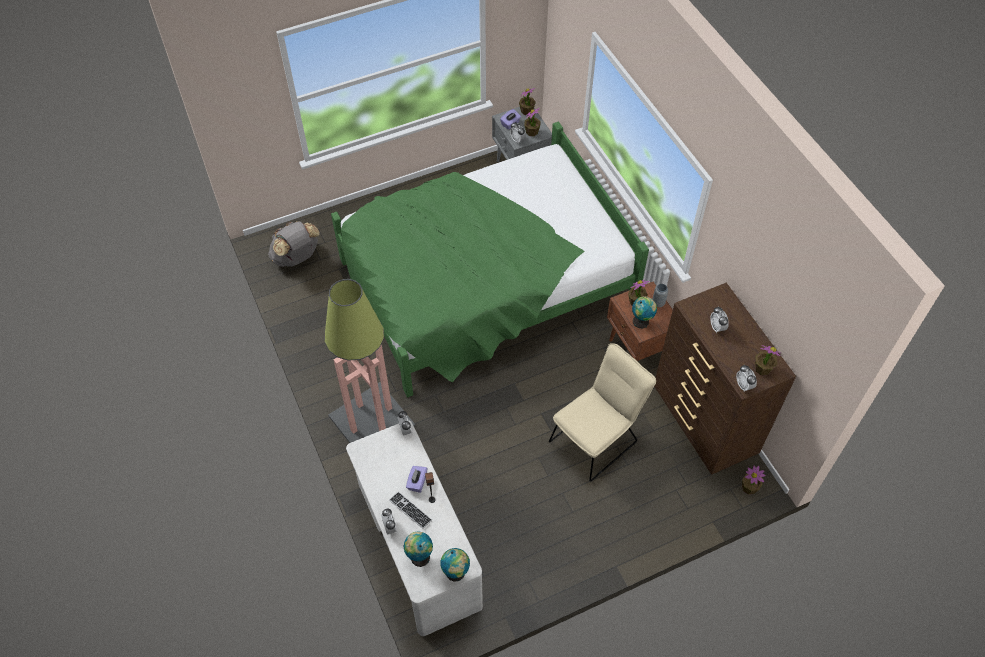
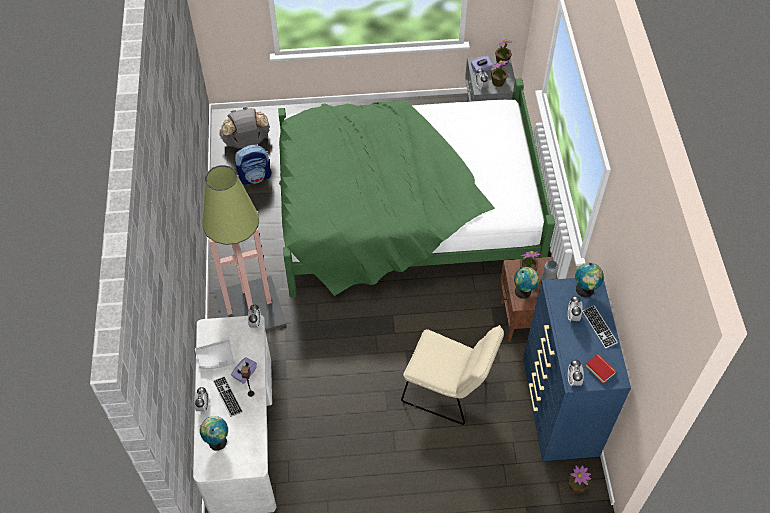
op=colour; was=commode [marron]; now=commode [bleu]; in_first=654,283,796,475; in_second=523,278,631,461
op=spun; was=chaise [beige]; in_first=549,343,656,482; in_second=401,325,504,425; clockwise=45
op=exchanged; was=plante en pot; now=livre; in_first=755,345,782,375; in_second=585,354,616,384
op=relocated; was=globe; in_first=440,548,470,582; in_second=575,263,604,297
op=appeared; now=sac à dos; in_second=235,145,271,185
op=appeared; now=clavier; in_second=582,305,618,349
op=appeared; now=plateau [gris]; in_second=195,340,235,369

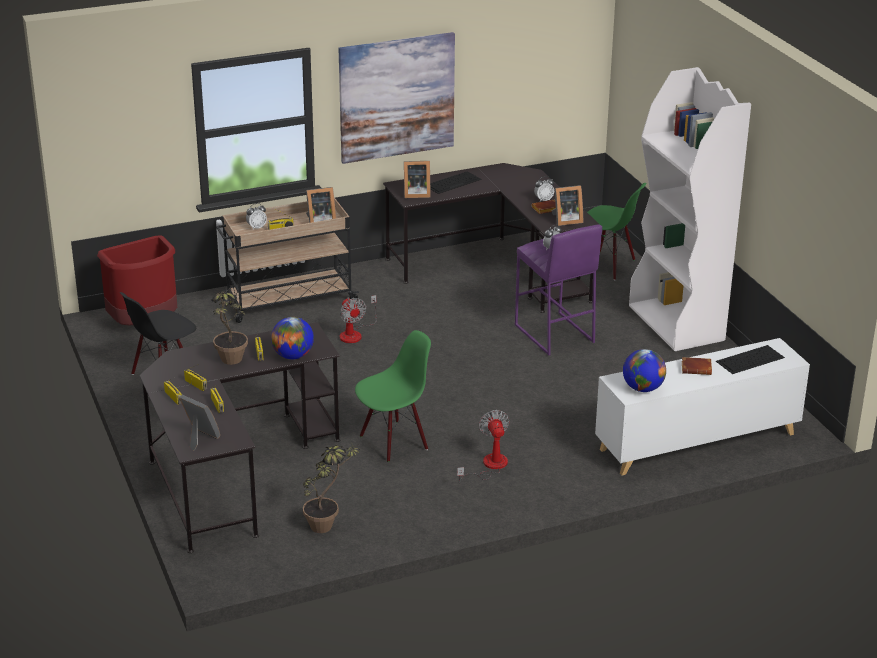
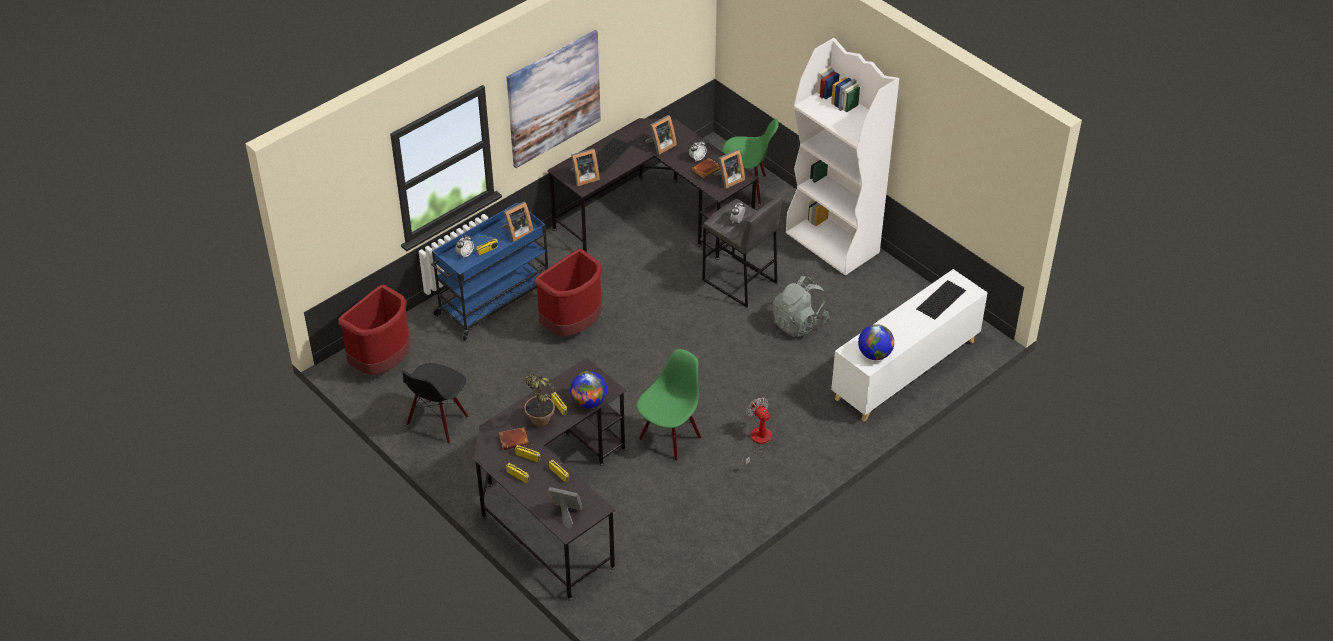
op=colour; was=chariot [beige]; now=chariot [bleu]; in_first=216,198,360,323; in_second=431,202,548,341
op=colour; was=tabouret [violet]; now=tabouret [gris]; in_first=515,224,602,355; in_second=702,196,782,307
op=exchanged; was=ventilateur; now=poubelle [rouge]; in_first=340,295,377,343; in_second=535,249,602,336
op=relocated; was=livre [marron]; in_first=682,357,712,375; in_second=499,428,529,450
op=missing; was=plante en pot; in_first=303,442,359,533
op=appeared; now=cadre photo; in_second=646,115,677,155
op=appeared; now=sac à dos [gris]; in_second=773,276,829,337

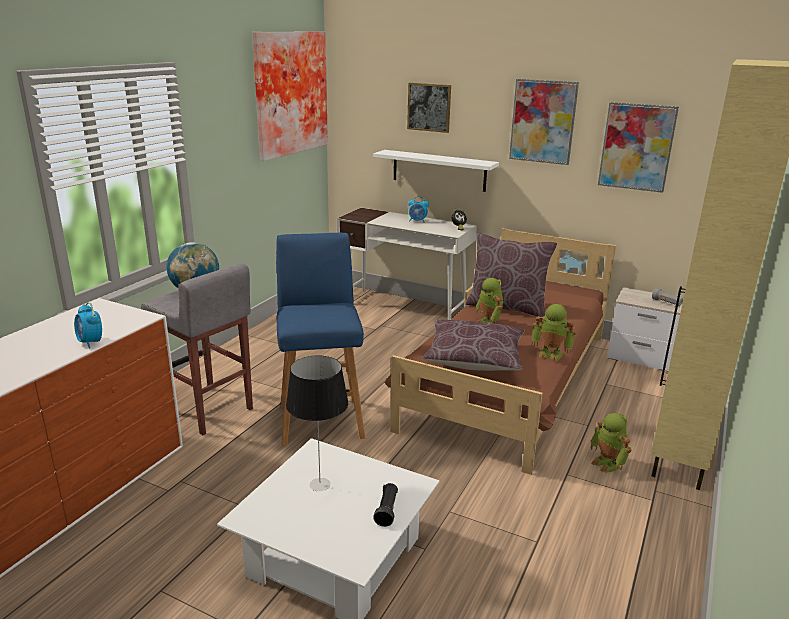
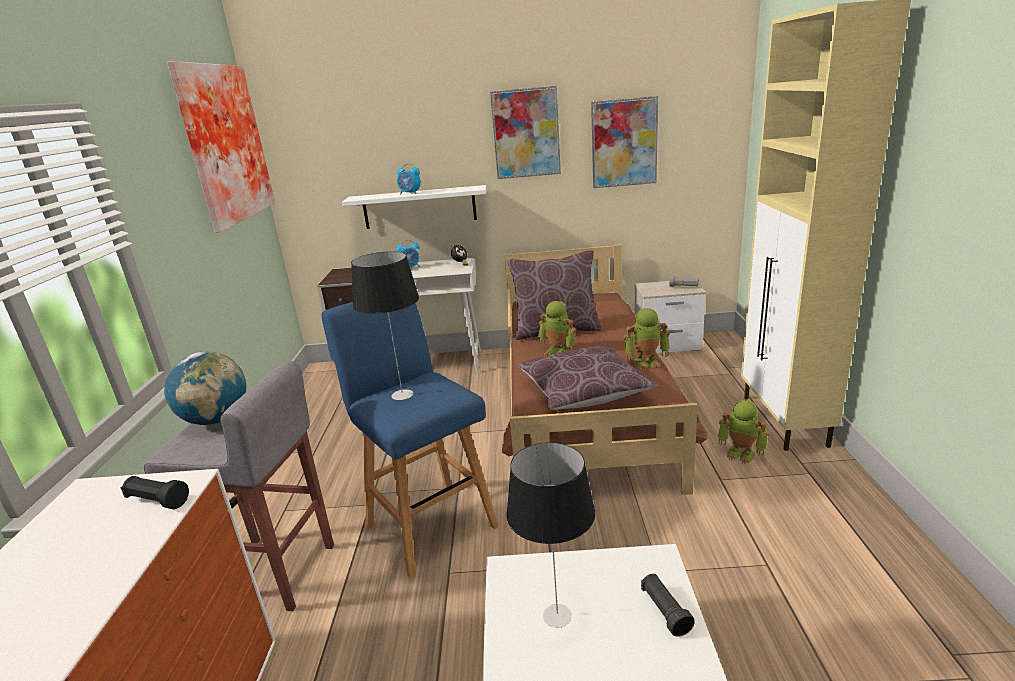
op=missing; was=tableau; in_first=407,83,451,133
op=relocated; was=réveil; in_first=74,302,102,349; in_second=397,163,421,195
op=appeared; now=lampe de table; in_second=351,251,419,400
op=appeared; now=lampe de poche [noir]; in_second=120,476,189,509

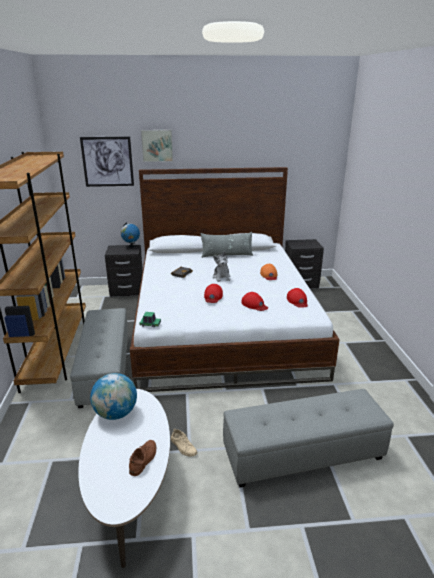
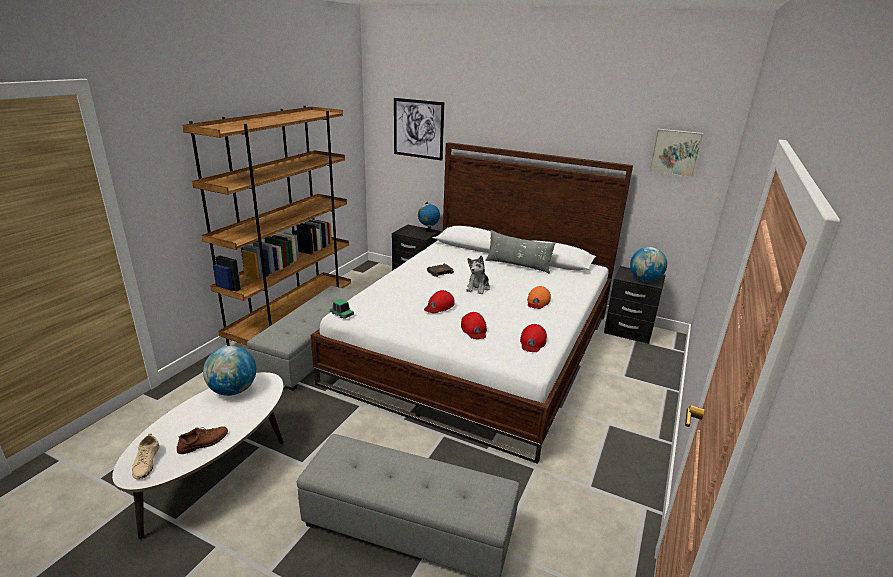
op=relocated; was=tableau; in_first=141,130,173,162; in_second=649,129,704,177
op=relocated; was=chaussure [beige]; in_first=171,428,197,457; in_second=132,433,159,479
op=appeared; now=globe; in_second=630,247,667,282

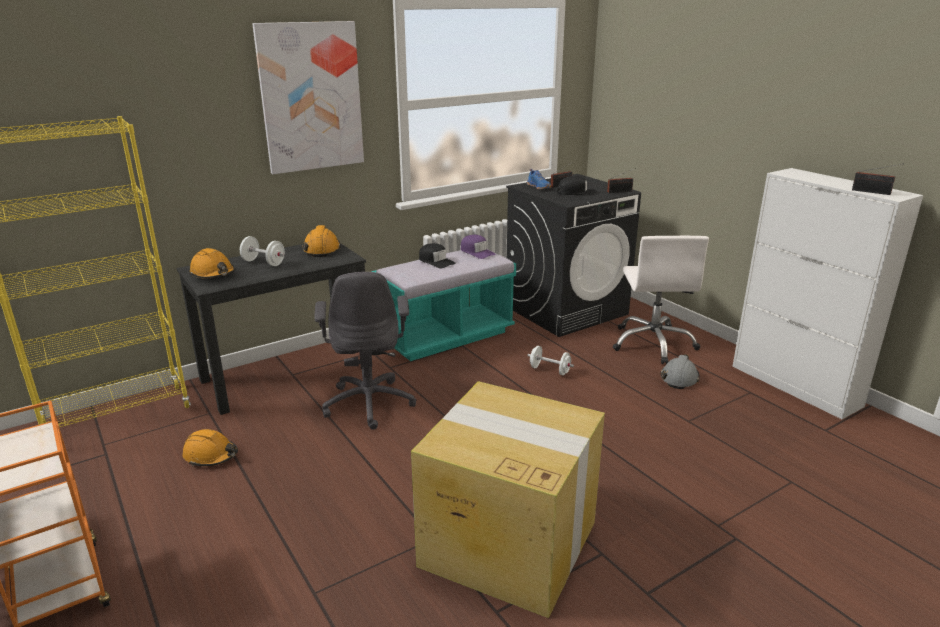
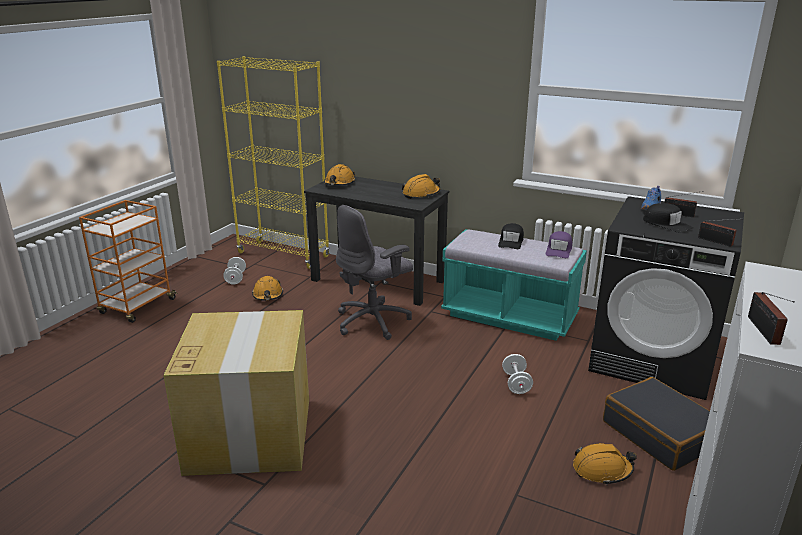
op=missing; was=tableau; in_first=252,21,364,174
op=relocated; was=haltère [blanc]; in_first=240,236,285,266; in_second=223,257,246,285
op=exchanged; was=chaise de bureau [blanc]; now=valise [noir]; in_first=613,236,709,364; in_second=603,377,710,471
op=colour; was=casque de chantier [gris]; now=casque de chantier [orange]; in_first=660,354,700,389; in_second=573,443,637,485

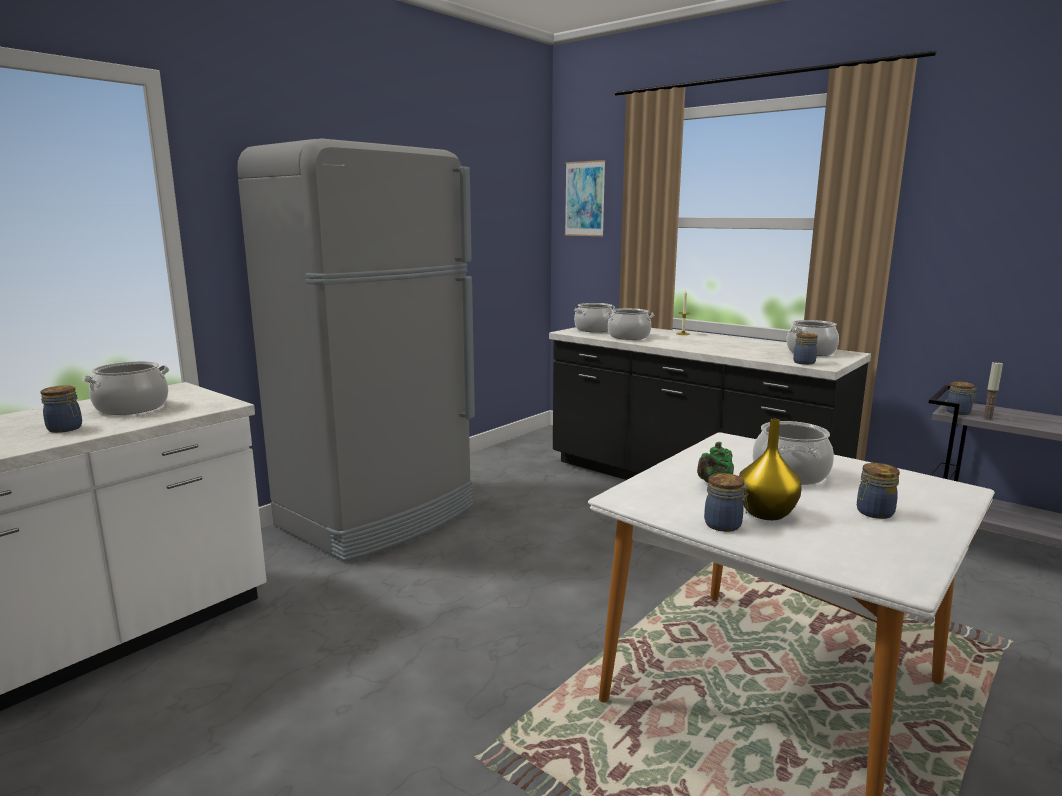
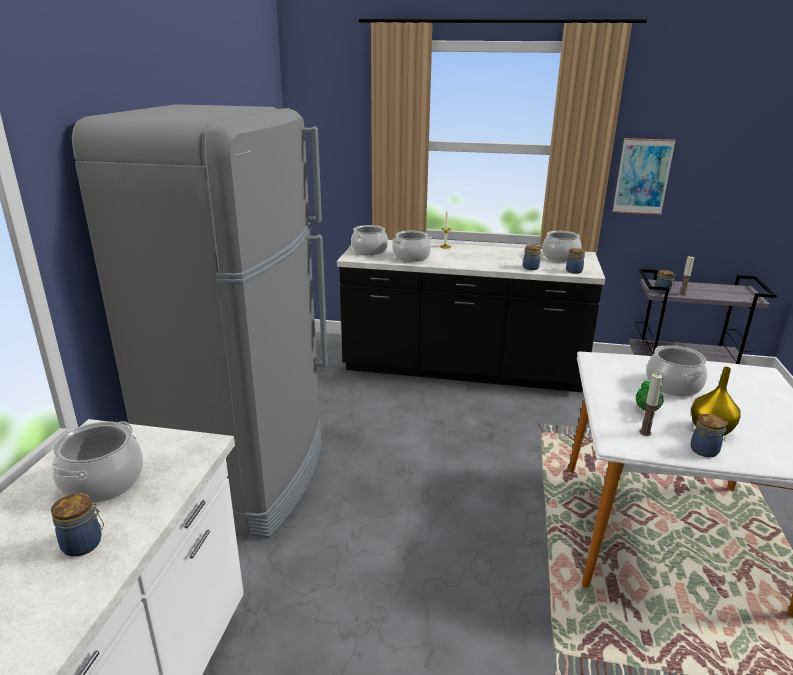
op=relocated; was=tableau; in_first=565,160,606,236; in_second=612,138,676,215
op=relocated; was=bocal; in_first=857,463,900,519; in_second=523,245,541,270
op=appeared; now=bougie; in_second=639,373,663,436

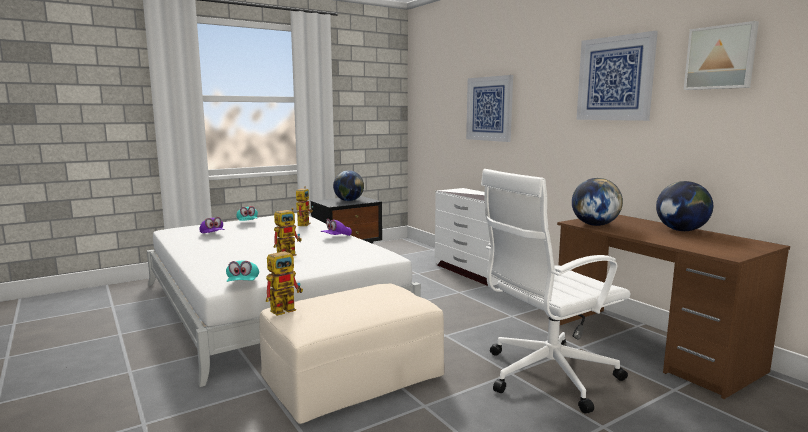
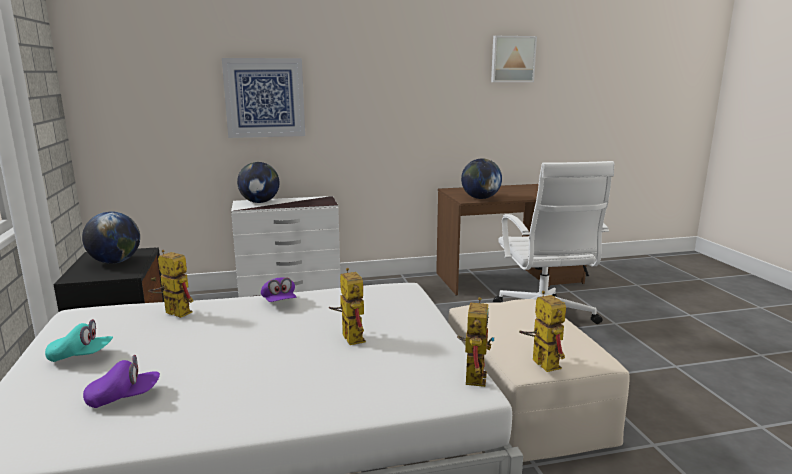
op=missing; was=tableau; in_first=576,31,658,121
op=relocated; was=globe; in_first=656,181,713,231; in_second=237,162,279,203
op=exchanged; was=casquette [turquoise]; now=robot jouet; in_first=226,261,259,282; in_second=457,297,494,387

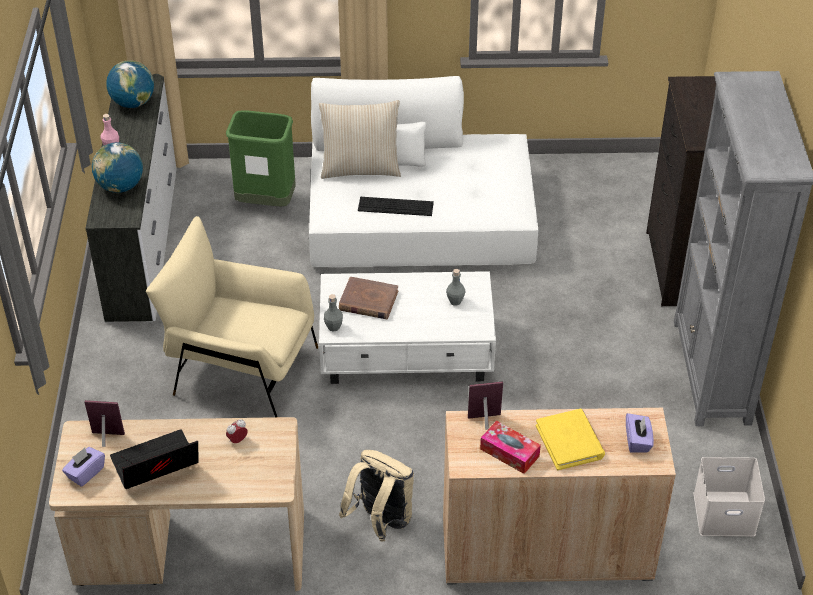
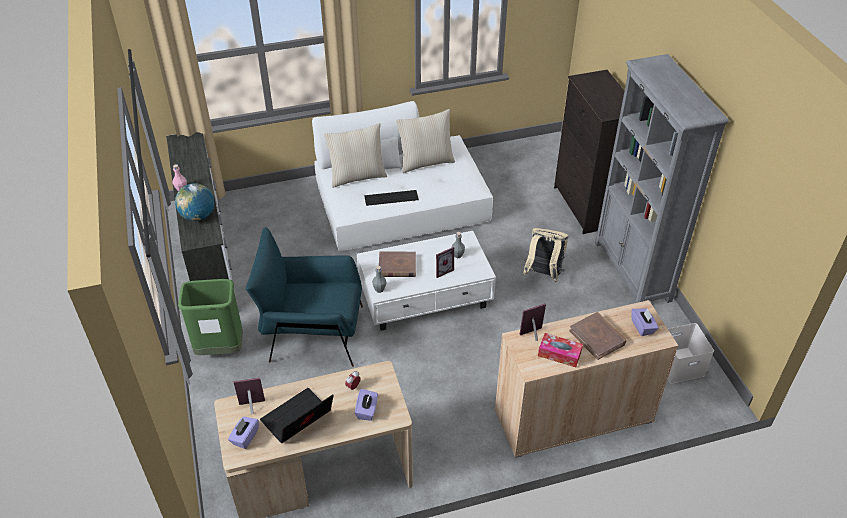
op=missing; was=globe; in_first=106,60,154,108
op=relocated; was=poubelle [vert]; in_first=226,110,296,206; in_second=178,279,243,355
op=colour; was=fauteuil [beige]; now=fauteuil [bleu]; in_first=146,216,318,417; in_second=246,227,363,367
op=colour; was=livre [jaune]; now=livre [marron]; in_first=536,409,605,470; in_second=569,312,626,360
op=relocated; was=sac à dos [beige]; in_first=339,450,414,541; in_second=523,228,568,282
op=appeared; now=coussin [beige]; in_second=396,109,455,173
op=appeared; now=cadre photo; in_second=436,247,454,278
op=appeared; now=boîte à mouchoirs [violet]; in_second=355,389,378,421

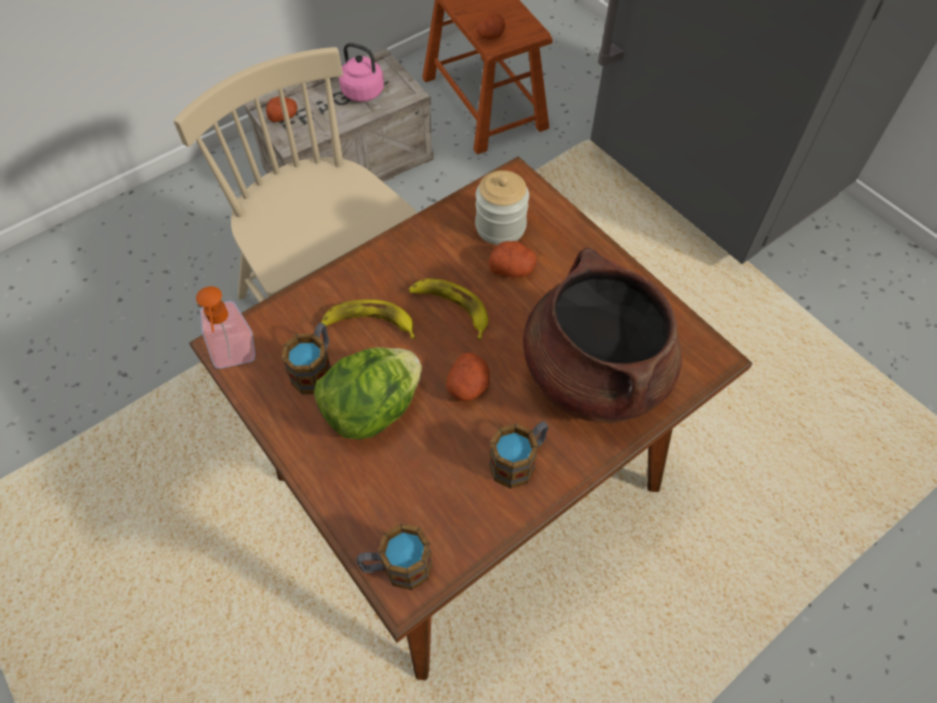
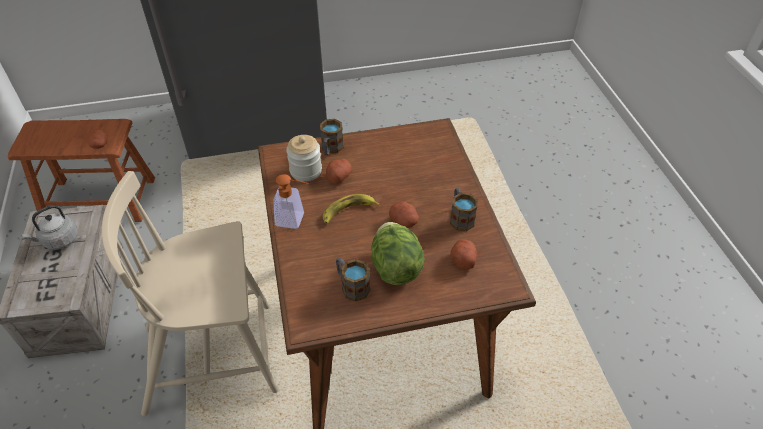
op=colour; was=bouilloire [rose]; now=bouilloire [gris]; in_first=339,43,384,102; in_second=22,205,78,250
op=relocated; was=pomme de terre; in_first=266,96,297,122; in_second=450,239,477,270
op=missing; was=marmite [marron]; in_first=523,247,682,423
op=relocated; was=distributeur de savon; in_first=196,286,255,369; in_second=273,174,308,229
op=missing; was=banane; in_first=321,300,415,339
op=relocated; was=mug; in_first=356,523,433,590; in_second=320,119,344,155

